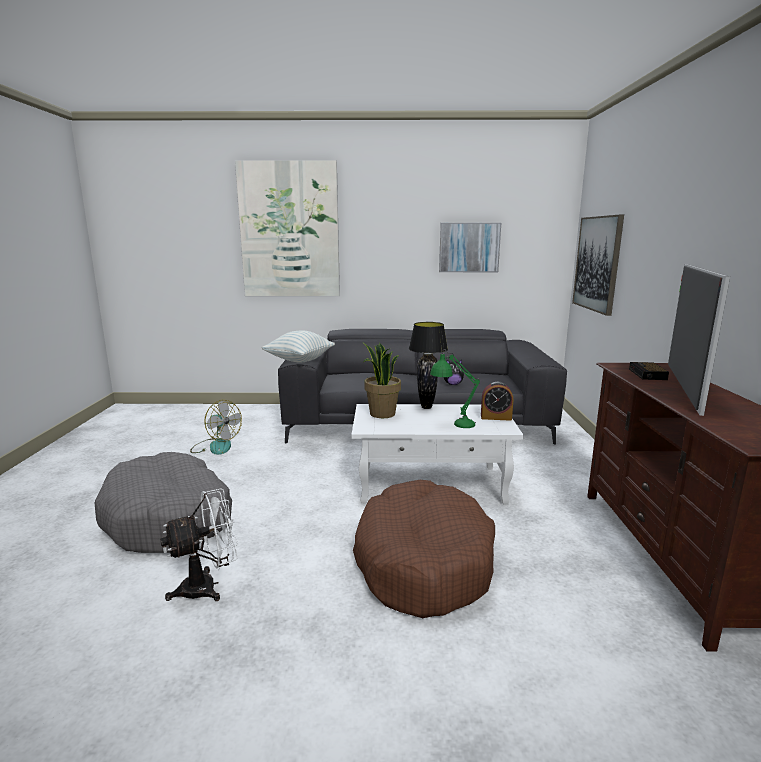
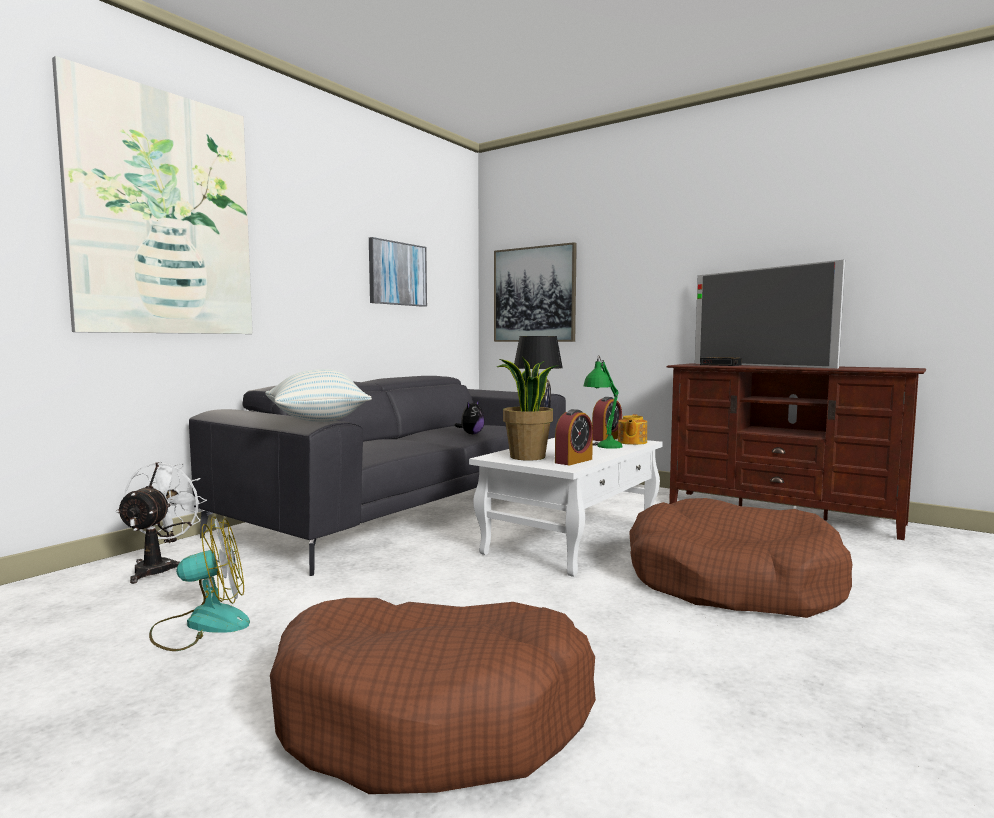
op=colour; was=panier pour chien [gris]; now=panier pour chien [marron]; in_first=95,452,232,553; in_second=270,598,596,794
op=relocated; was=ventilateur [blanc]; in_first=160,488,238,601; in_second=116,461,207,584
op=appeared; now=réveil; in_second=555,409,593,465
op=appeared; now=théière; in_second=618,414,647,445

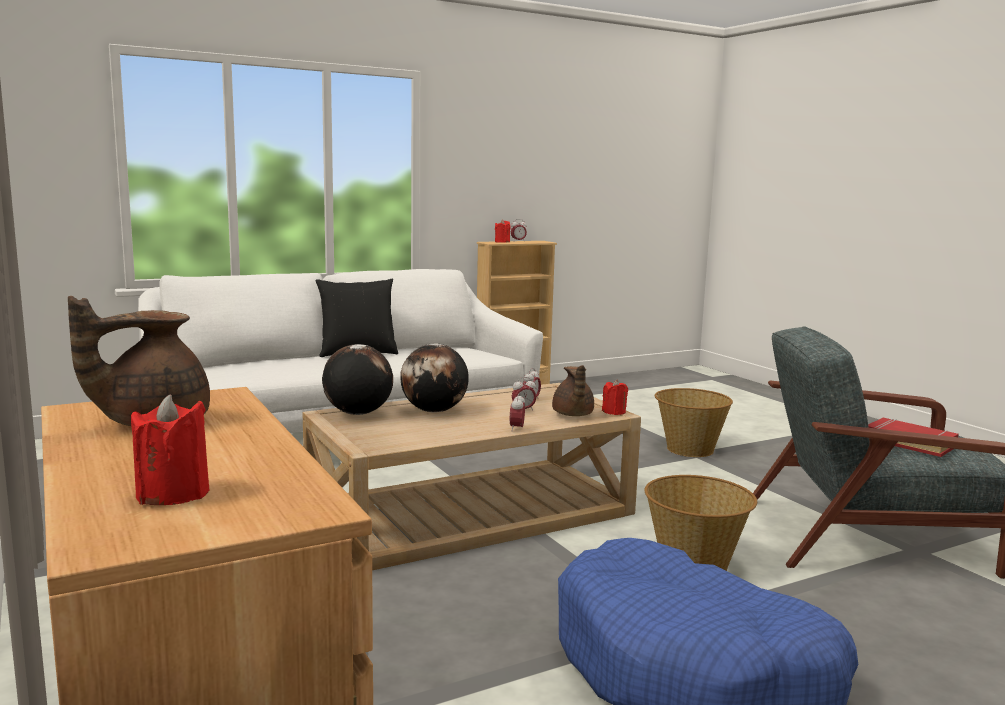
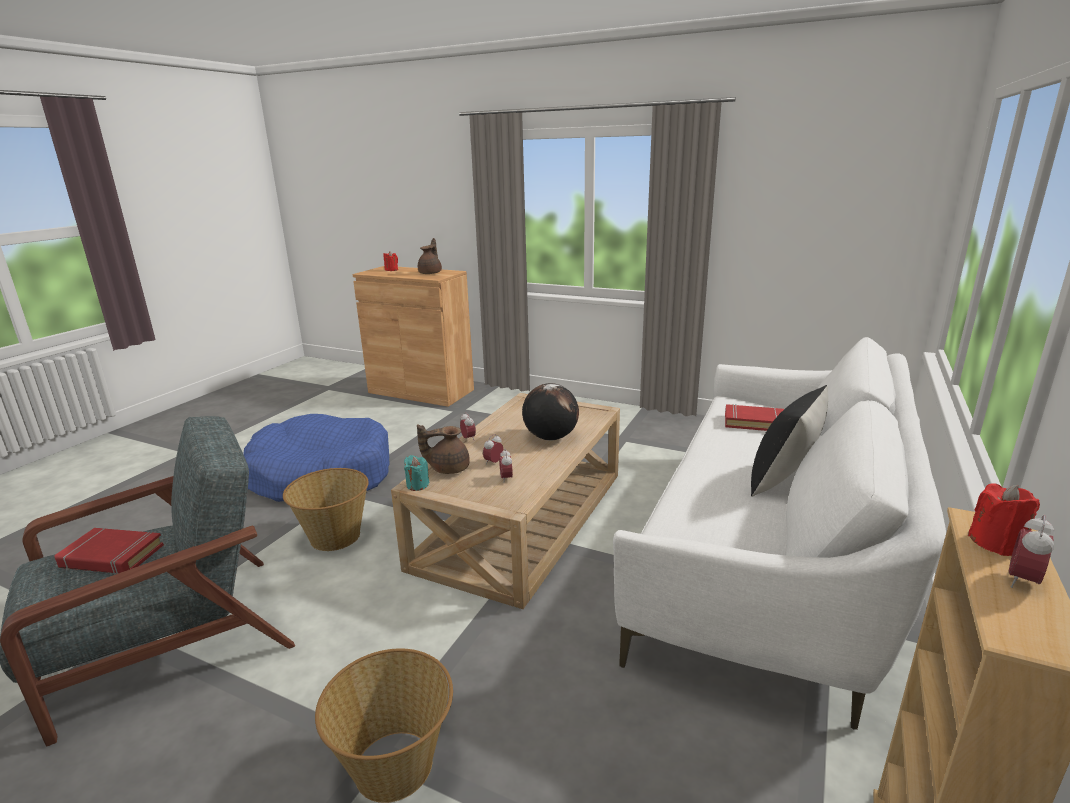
op=missing; was=globe; in_first=322,344,393,415
op=spun; was=théière [marron]; in_first=552,365,594,416; in_second=417,424,470,474; clockwise=-60
op=colour; was=bougie [rouge]; now=bougie [turquoise]; in_first=602,379,628,415; in_second=404,455,429,491
op=appeared; now=livre [rouge]; in_second=725,404,784,431

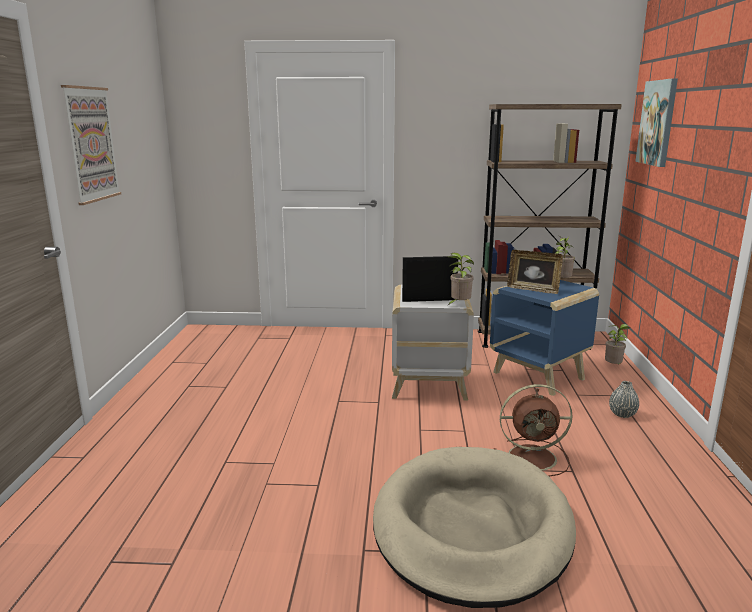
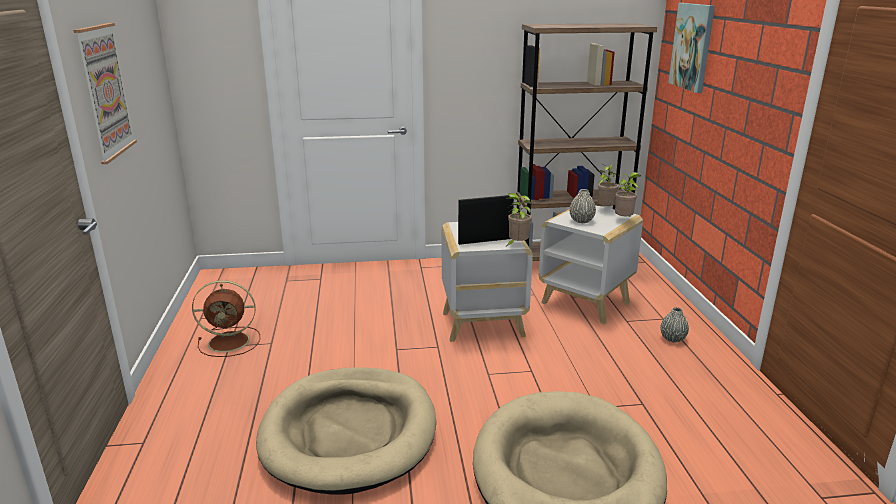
op=exchanged; was=cadre photo; now=vase [gris]; in_first=507,250,563,294; in_second=569,189,596,223
op=colour; was=table d'appoint [bleu]; now=table d'appoint [blanc]; in_first=490,280,599,396; in_second=539,205,643,324
op=relocated; was=plante en pot; in_first=605,324,630,364; in_second=615,172,641,218
op=relocated; was=ventilateur [marron]; in_first=494,384,573,476; in_second=192,280,260,357
op=appeared; now=panier pour chien [beige]; in_second=256,367,436,495

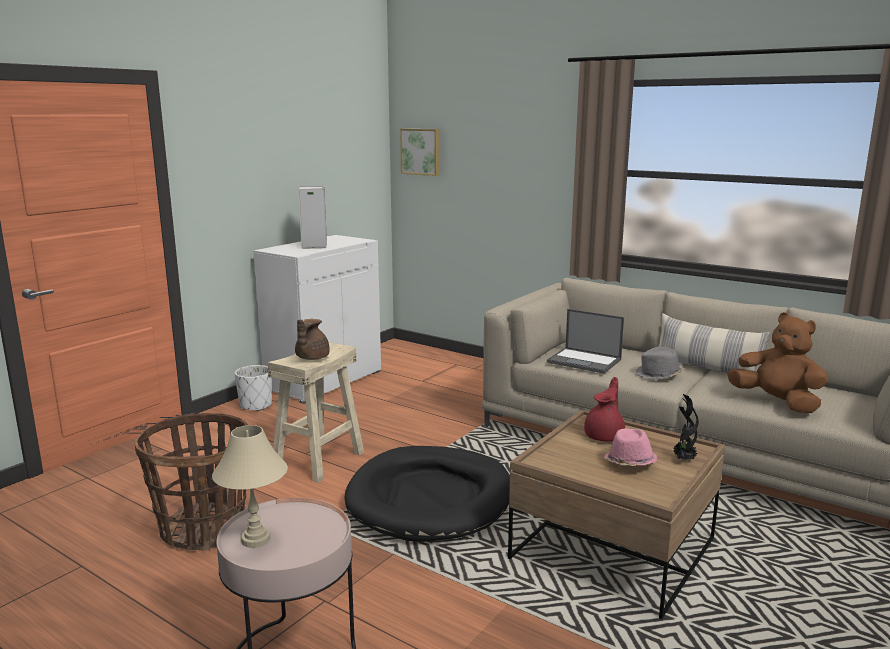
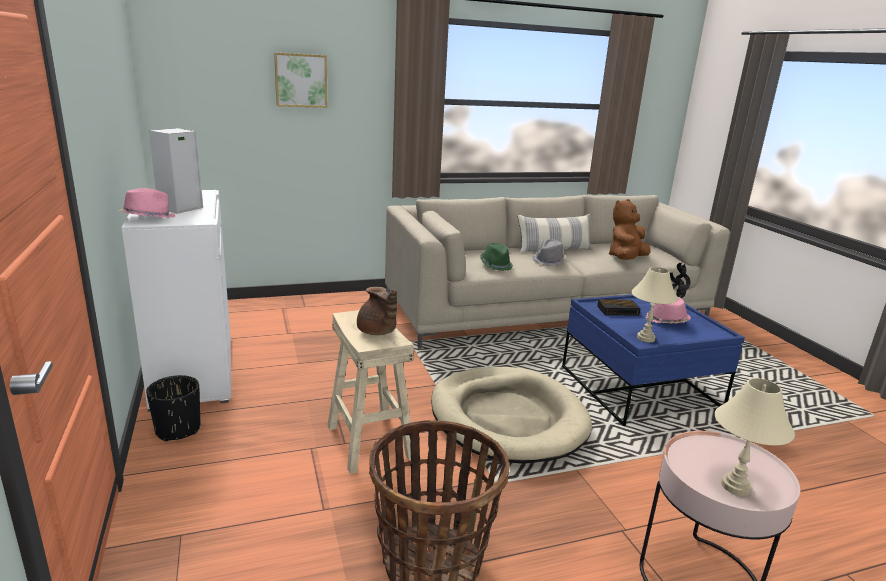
op=relocated; was=tableau; in_first=400,129,439,176; in_second=274,52,327,108
op=exchanged; was=ordinateur portable; now=chapeau [vert]; in_first=547,309,624,374; in_second=480,243,513,271
op=spun; was=peluche [marron]; in_first=727,313,828,413; in_second=609,199,650,260; clockwise=-45
op=colour; was=cache-pot [blanc]; now=cache-pot [noir]; in_first=235,365,272,411; in_second=146,375,201,442
op=exchanged; was=théière [rouge]; now=réveil; in_first=584,377,625,441; in_second=597,299,641,316
op=colour; was=table basse [marron]; now=table basse [bleu]; in_first=508,409,725,619; in_second=562,295,745,426
op=colour; was=panier pour chien [noir]; now=panier pour chien [beige]; in_first=344,446,510,542; in_second=431,367,592,464
op=appeared; now=chapeau [rose]; in_second=119,188,175,218
op=appeared; now=lampe de table [beige]; in_second=631,267,678,342

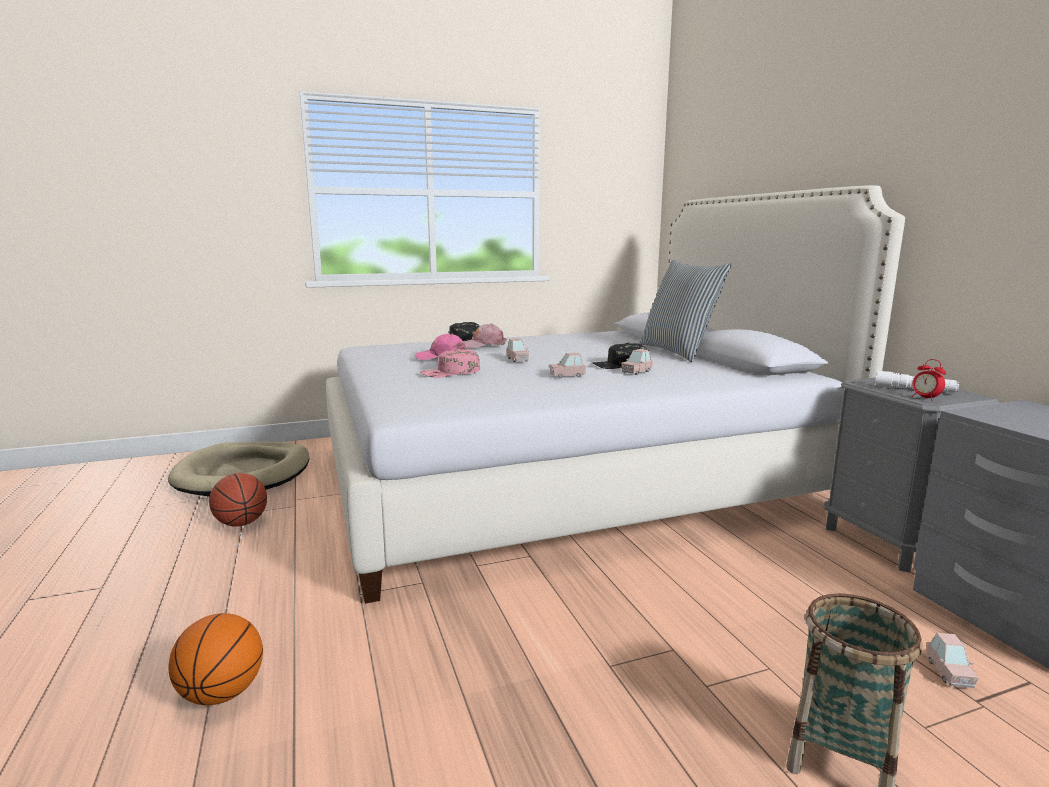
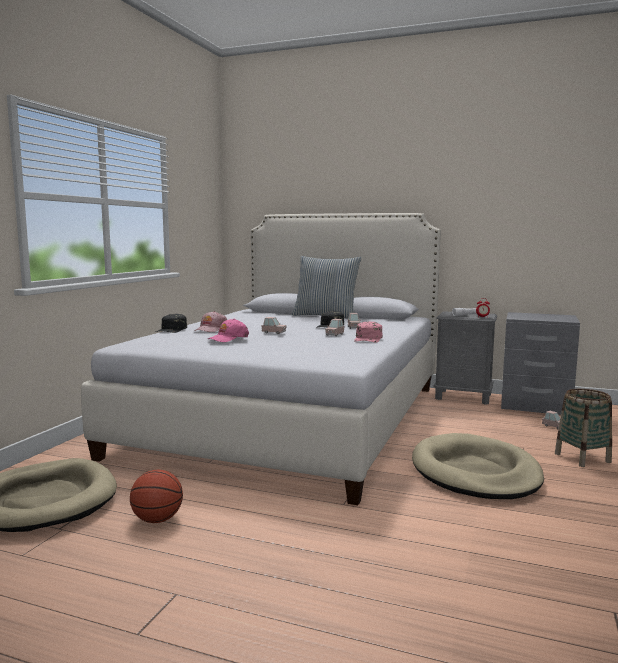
op=relocated; was=casquette [rose]; in_first=420,349,480,378; in_second=354,321,383,342
op=missing; was=ballon de basket; in_first=168,613,263,705
op=appeared; now=panier pour chien [beige]; in_second=412,433,544,499

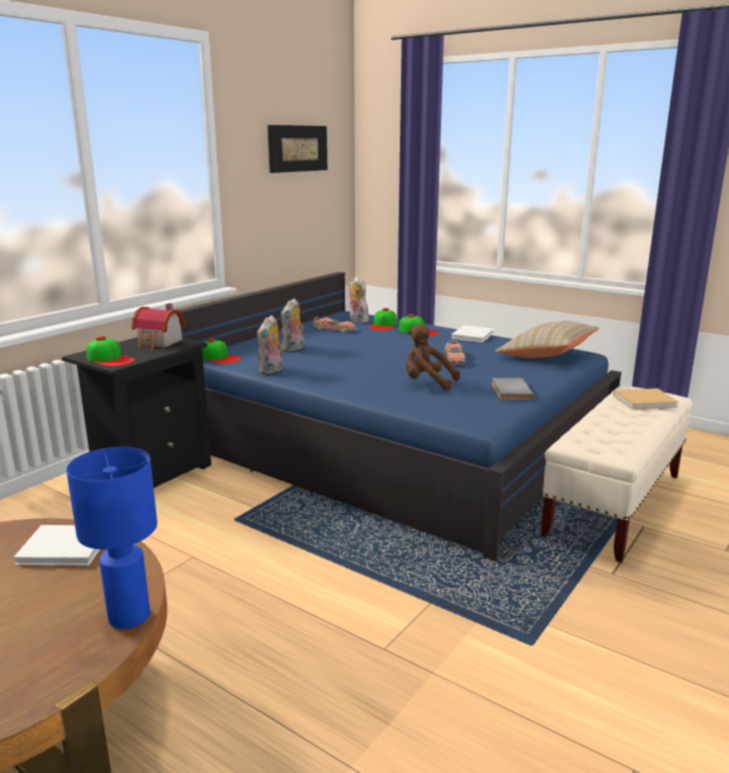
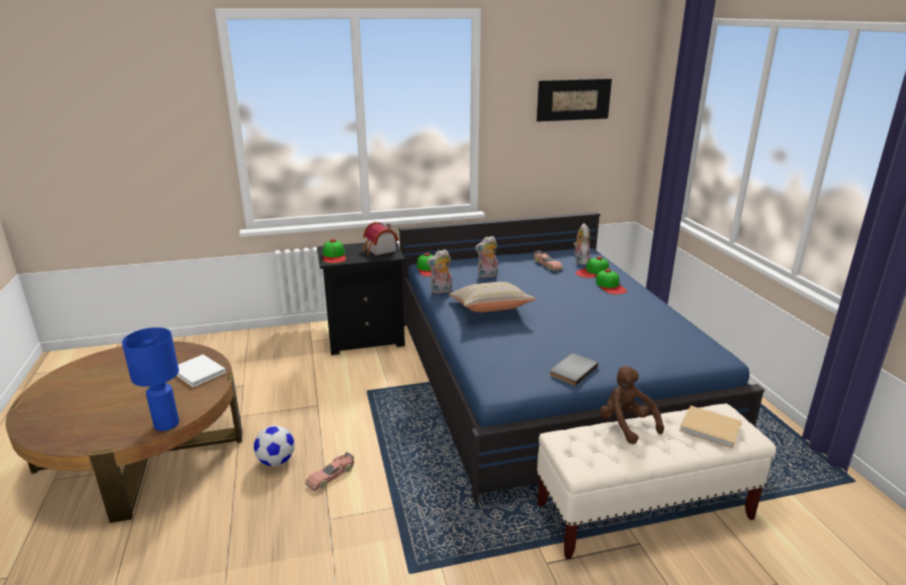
op=relocated; was=coussin [beige]; in_first=495,321,599,358; in_second=449,282,536,312
op=relocated; was=peluche [marron]; in_first=406,324,460,390; in_second=600,366,664,444
op=missing; was=livre [blanc]; in_first=451,325,494,342
op=relocated; was=petite voiture; in_first=445,340,465,364; in_second=305,452,354,491
op=appeared; now=ballon de foot; in_second=254,425,295,466

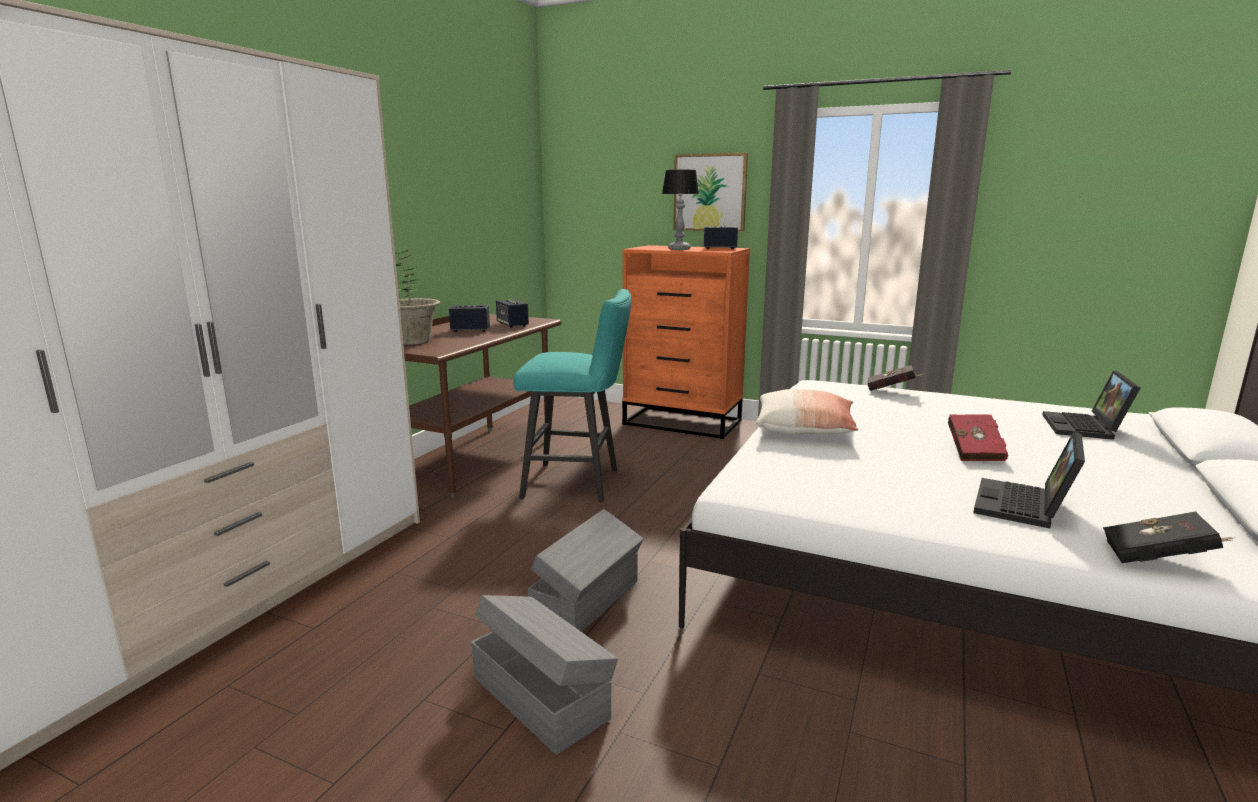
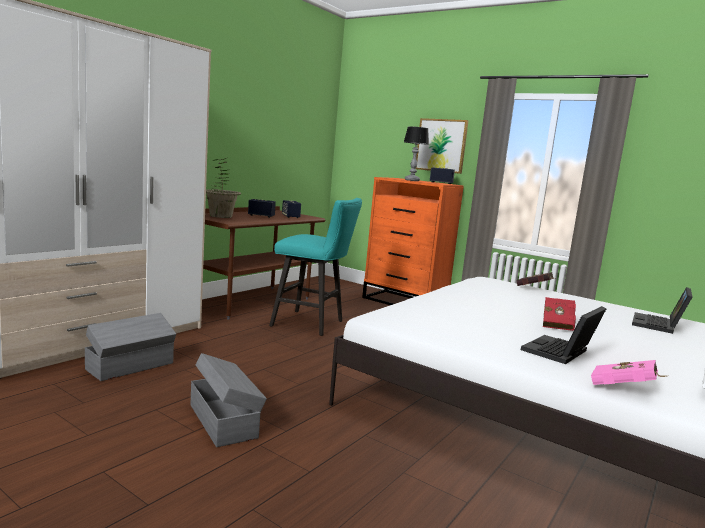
op=missing; was=coussin; in_first=756,389,859,434
op=relocated; was=boîte de rangement [gris]; in_first=528,509,644,632; in_second=85,313,176,381
op=colour; was=livre [noir]; now=livre [rose]; in_first=1103,511,1233,563; in_second=591,360,667,385

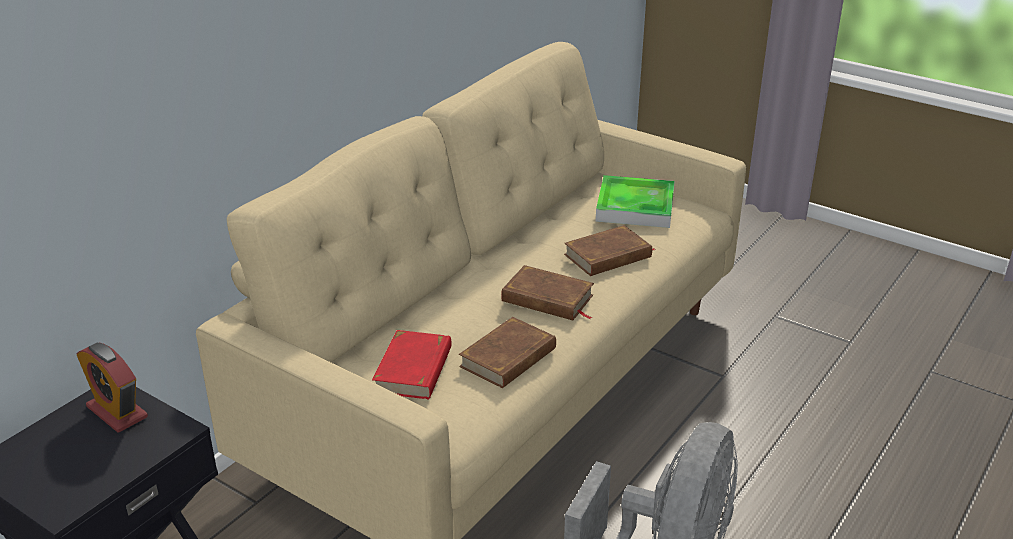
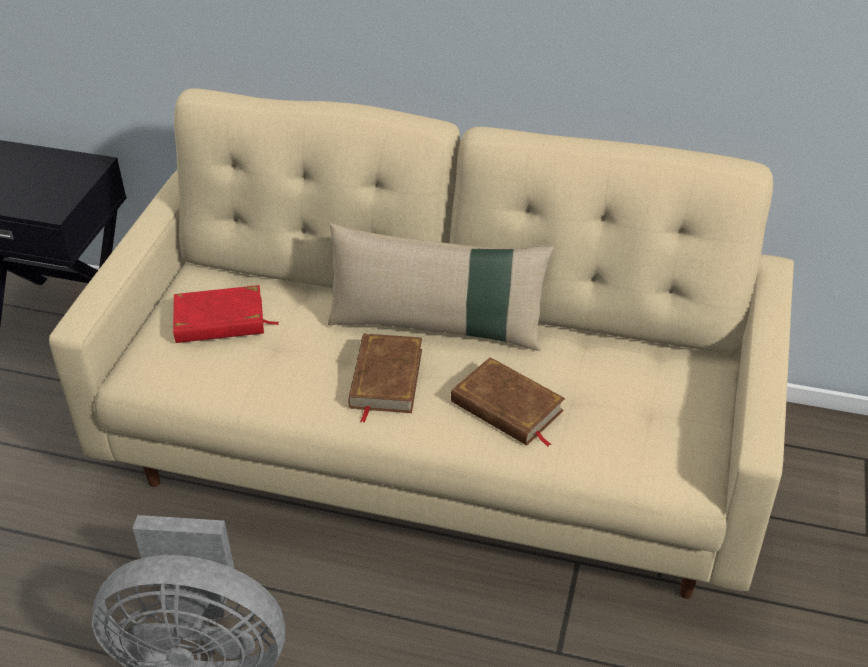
op=missing; was=plateau; in_first=596,175,675,228
op=missing; was=livre [marron]; in_first=459,317,556,388
op=missing; was=réveil; in_first=77,342,148,433
op=appeared; now=coussin [beige]; in_second=328,223,554,351

